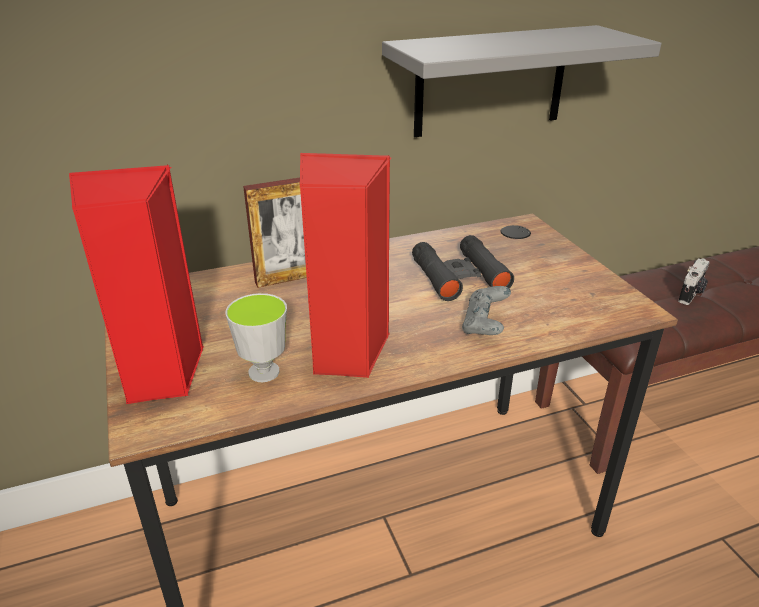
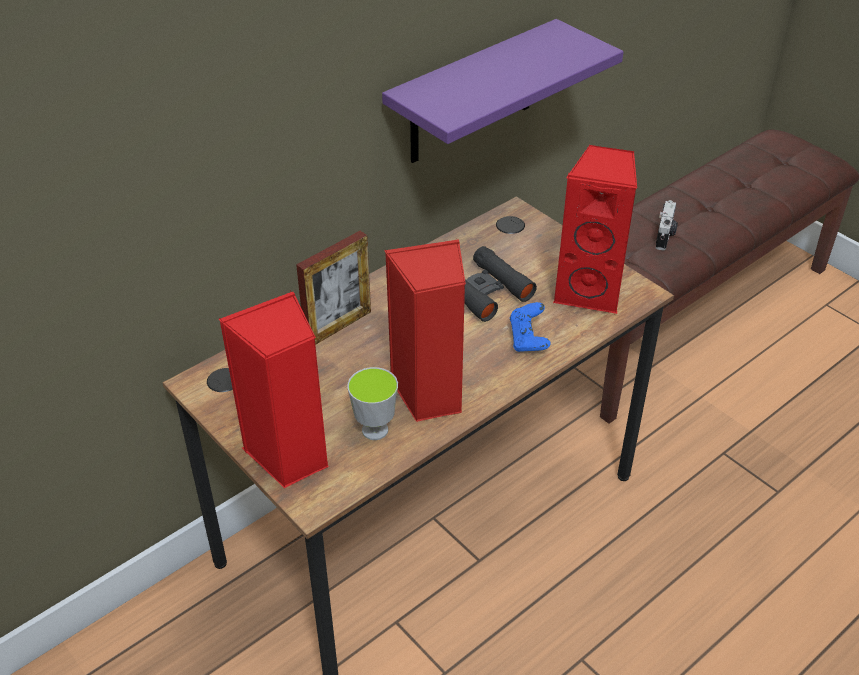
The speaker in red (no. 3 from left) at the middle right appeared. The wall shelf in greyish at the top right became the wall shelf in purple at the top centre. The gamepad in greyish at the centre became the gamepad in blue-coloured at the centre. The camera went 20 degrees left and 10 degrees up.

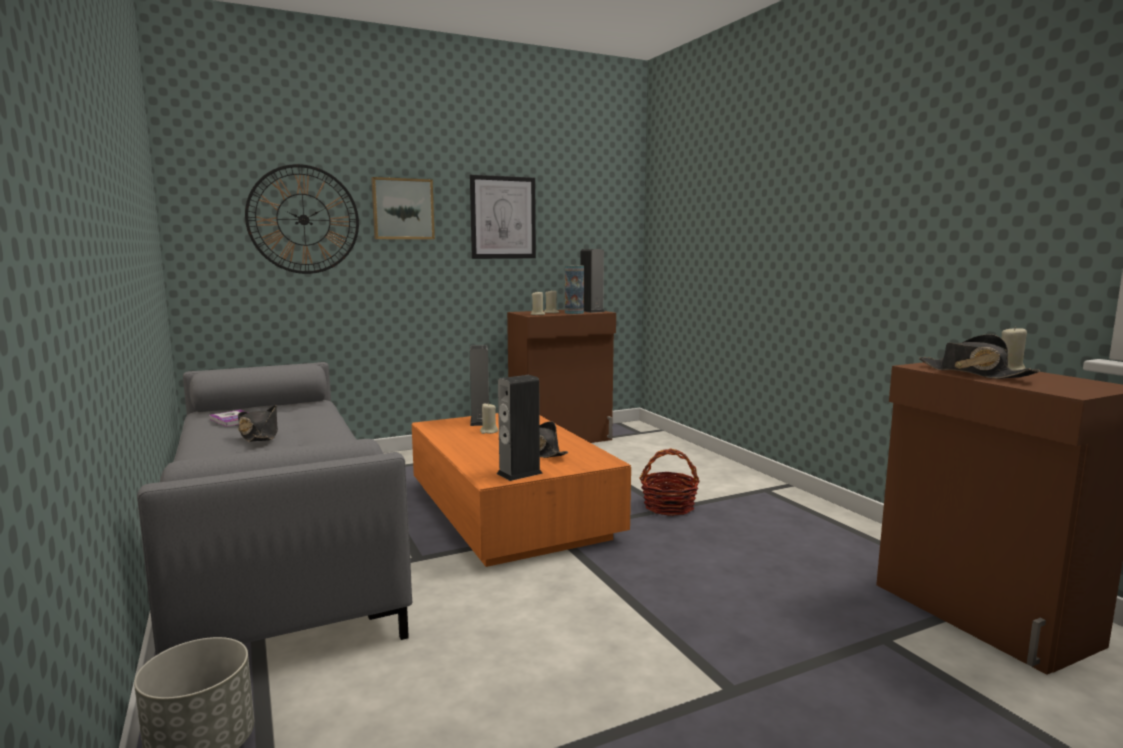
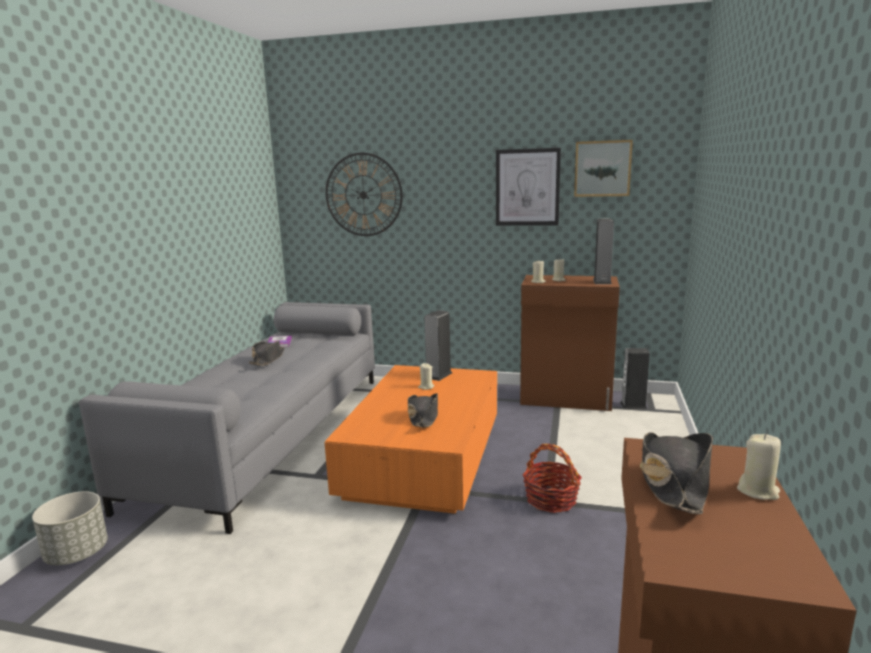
The vase at the centre disappeared. The picture (no. 1 from left in the first image) moved from the top centre to the top right. The speaker (no. 2 from left in the first image) moved from the centre to the middle right. The camera went 40 degrees right and 5 degrees up.

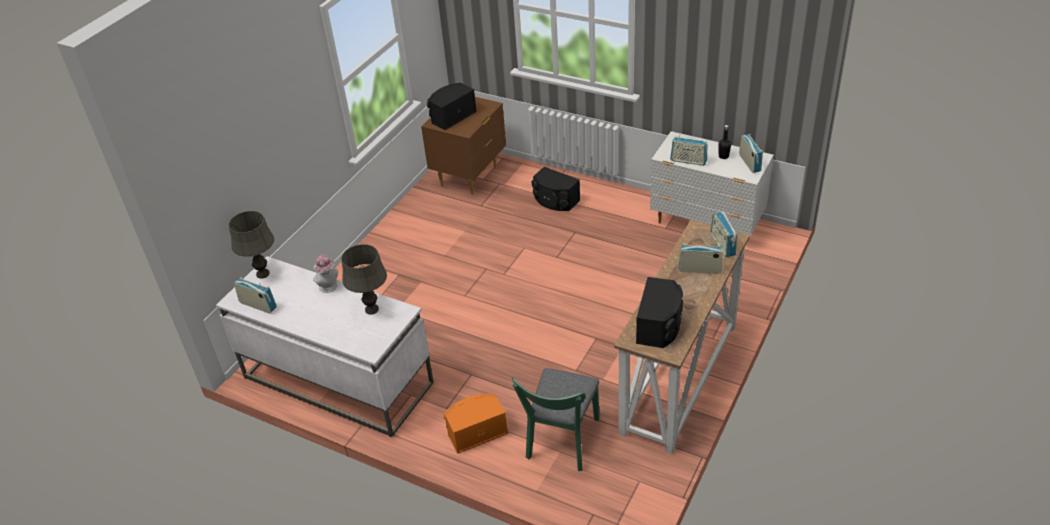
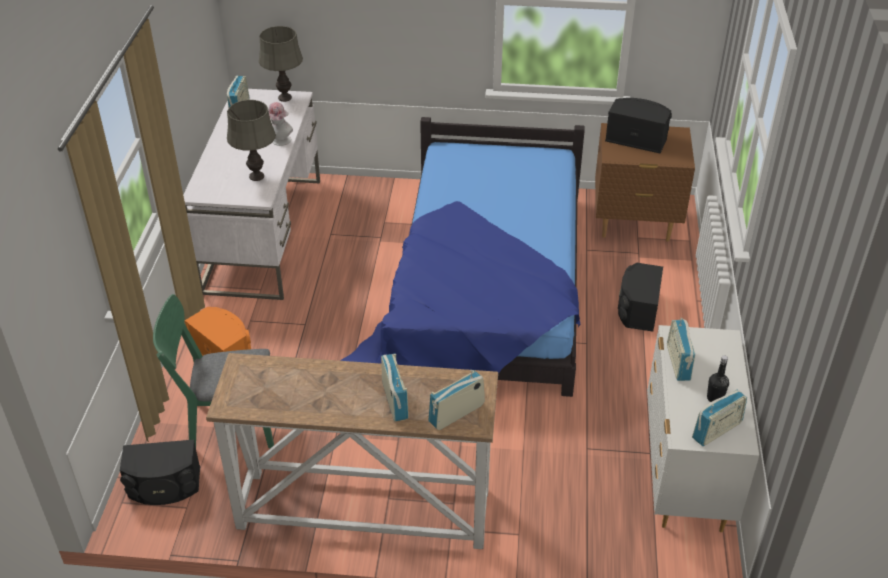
The bedroom bed at the centre appeared. The speaker in black-coloured (no. 3 from left in the first image) moved from the centre to the bottom left. The camera went 65 degrees right and 0 degrees up.

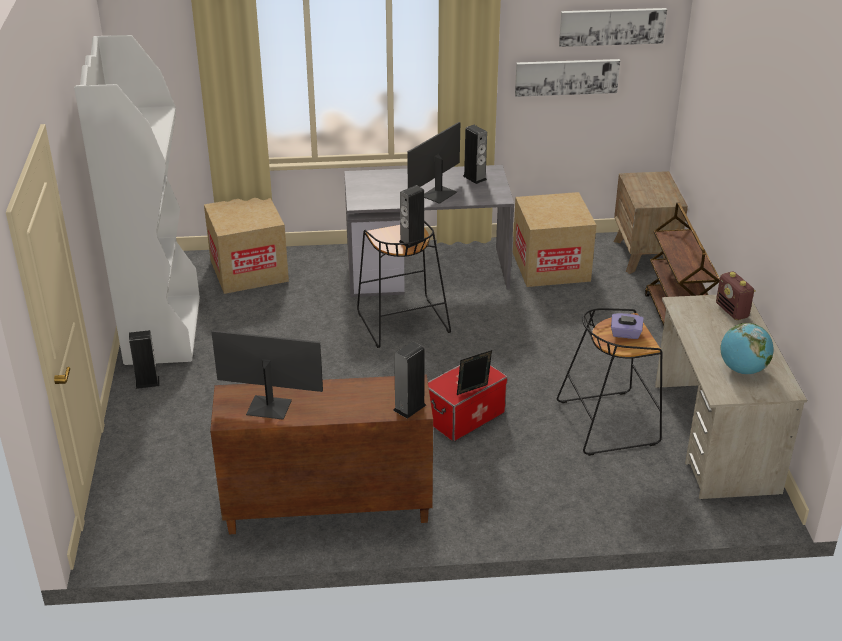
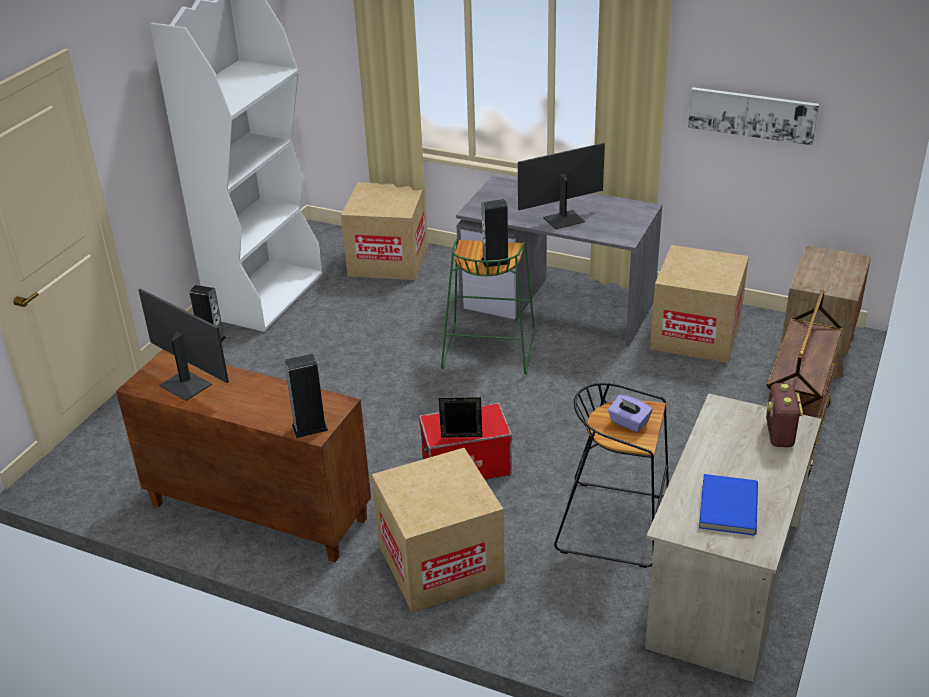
The speaker (no. 4 from left) at the top centre disappeared. The picture (no. 2 from left) at the top right disappeared. The packing box (no. 2 from left) at the bottom centre appeared. The desk globe at the middle right was replaced by the bound book in blue-coloured at the bottom right. The stool in black-coloured (no. 1 from left) at the centre became the stool in green at the centre. The camera went 30 degrees right and 0 degrees up.

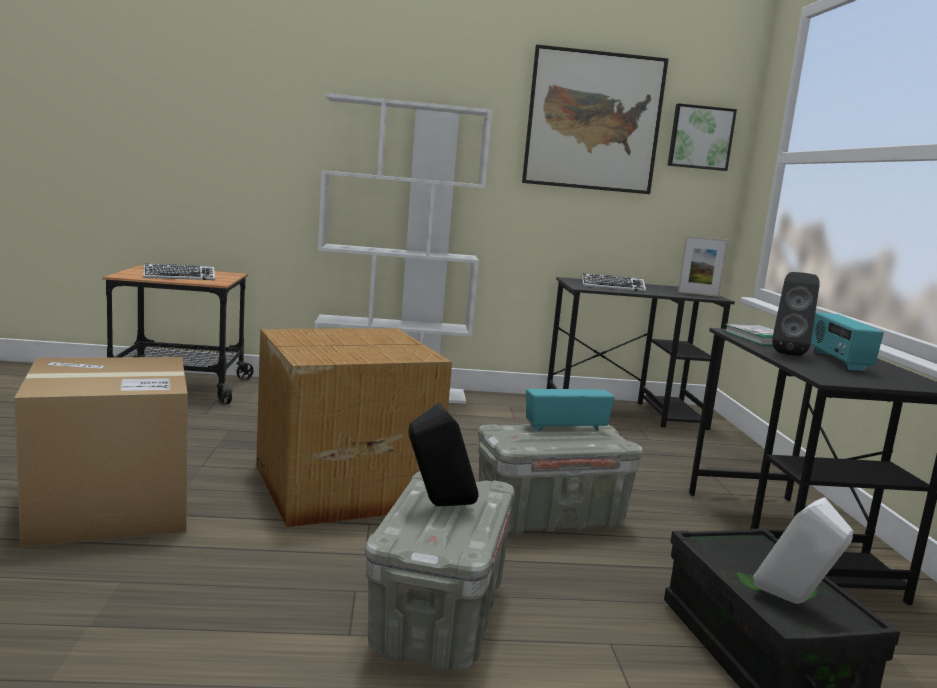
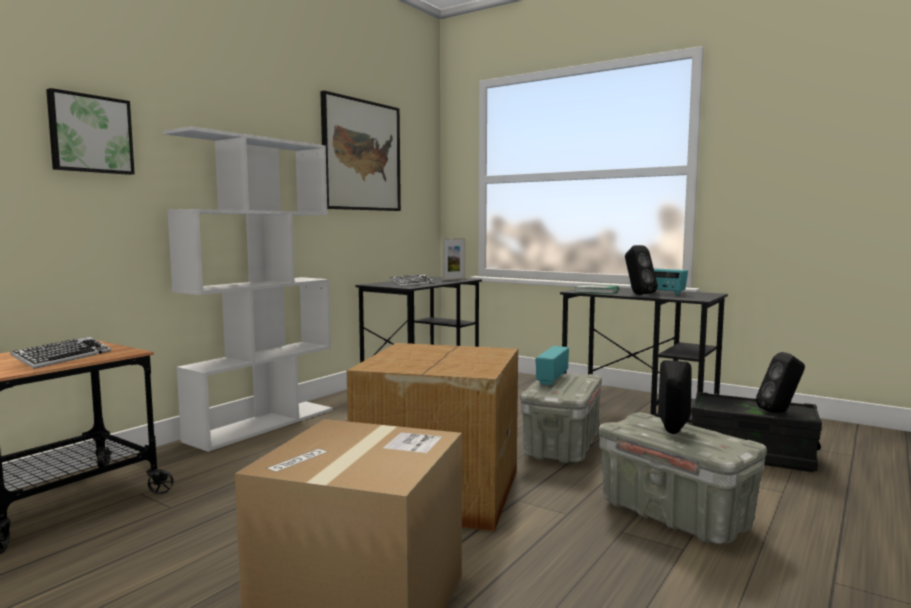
The picture (no. 2 from left in the first image) moved from the top right to the top left. The speaker in white at the bottom right became the speaker in black-coloured (no. 3 from left) at the middle right. The camera went 50 degrees left and 5 degrees down.

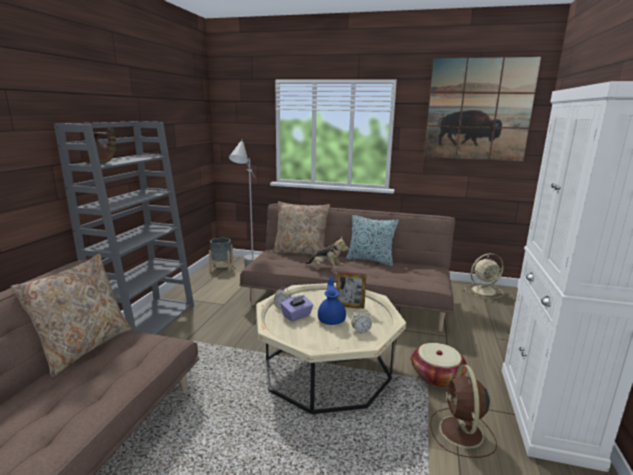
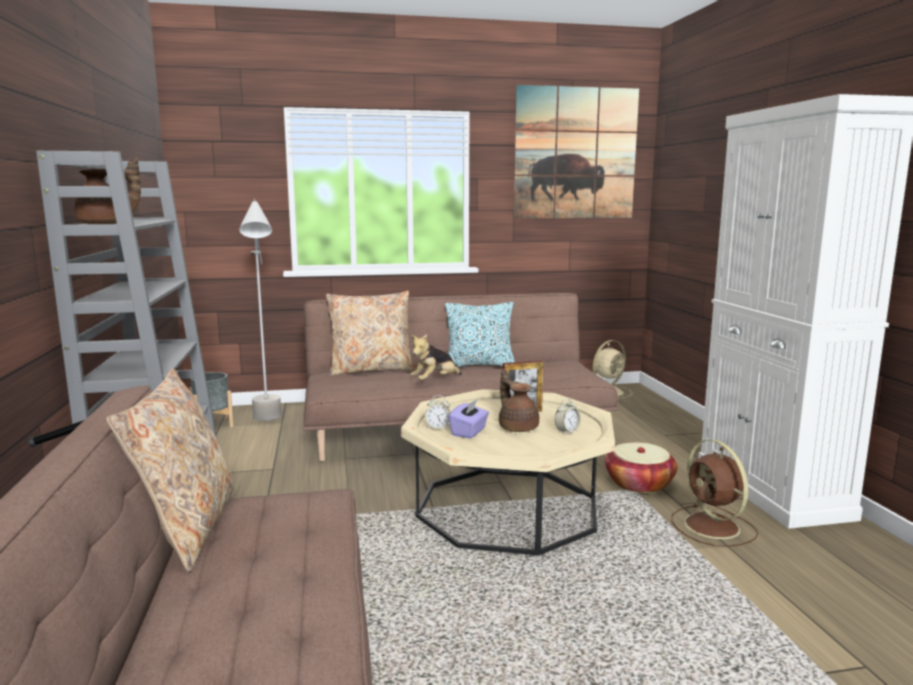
The teapot in blue-coloured at the centre became the teapot in brown-coloured (no. 2 from left) at the centre. The soft toy at the centre turned 135 degrees clockwise. The camera went 25 degrees left and 5 degrees down.

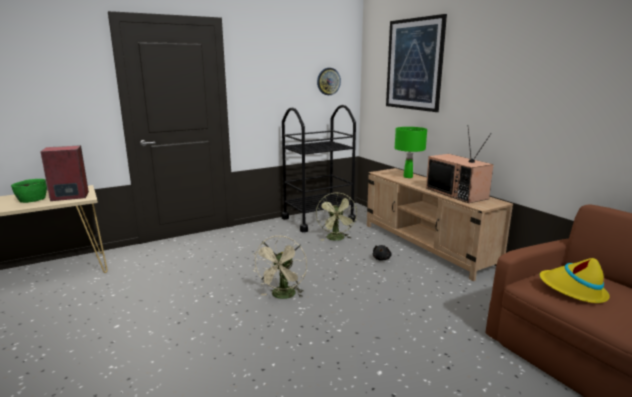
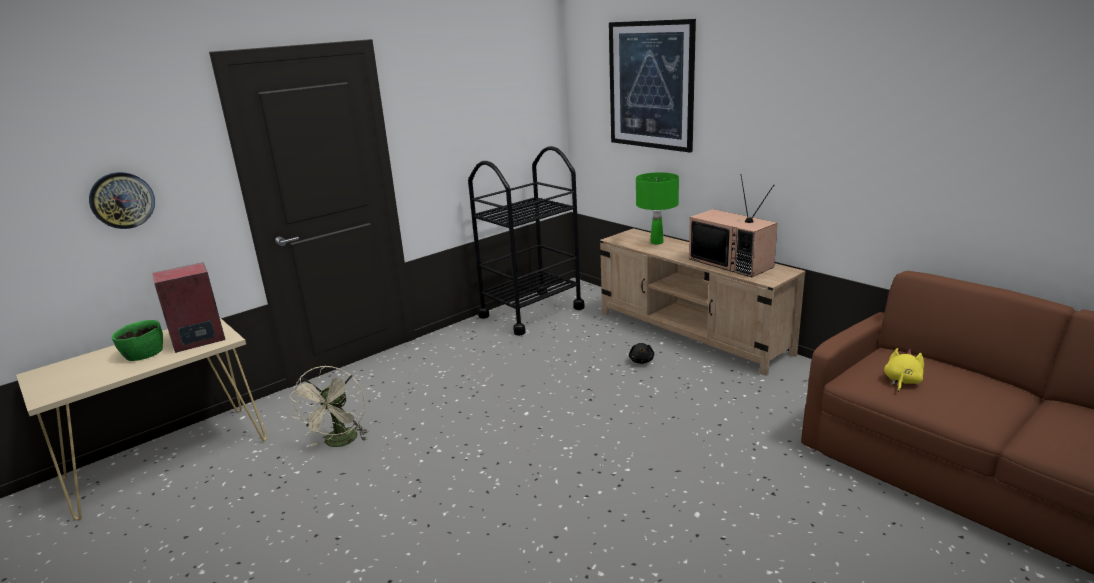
The fan in green at the centre disappeared. The fan in beige-coloured moved from the bottom centre to the bottom left. The wall clock moved from the top centre to the middle left. The hat in yellow at the bottom right was replaced by the soft toy in yellow at the middle right. The camera went 10 degrees left and 5 degrees up.

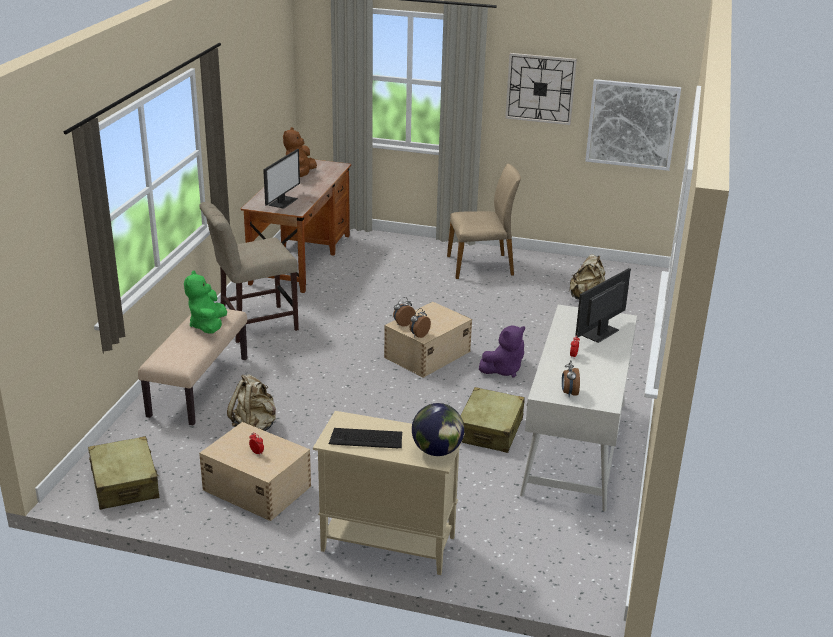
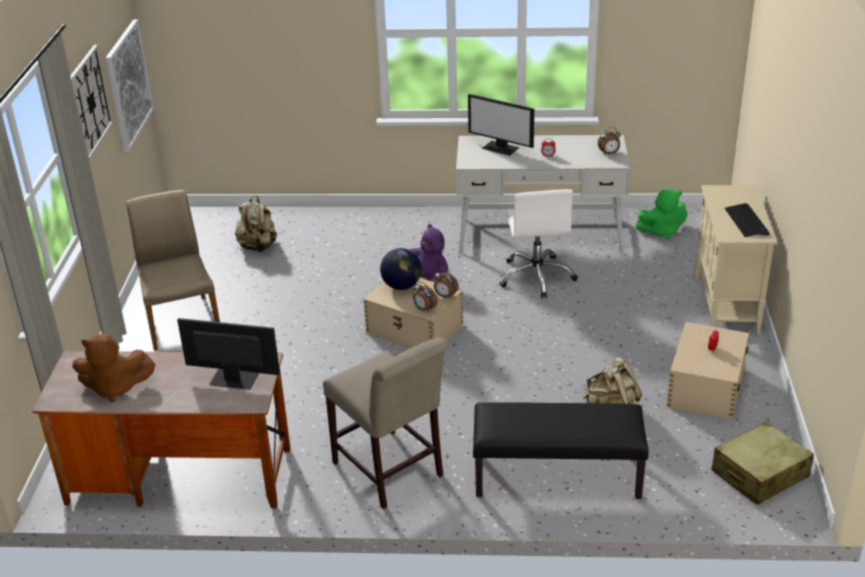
The soft toy in green moved from the middle left to the middle right. The desk globe moved from the bottom centre to the centre. The travel case in beige-coloured (no. 2 from left) at the centre was replaced by the office chair in white at the centre. The indoor bench in beige-coloured at the middle left became the indoor bench in black-coloured at the bottom centre. The camera went 100 degrees left and 5 degrees up.

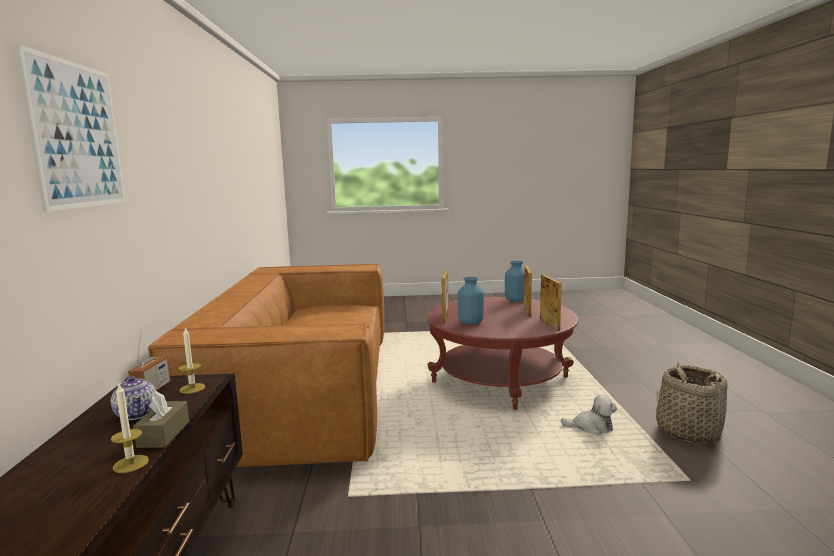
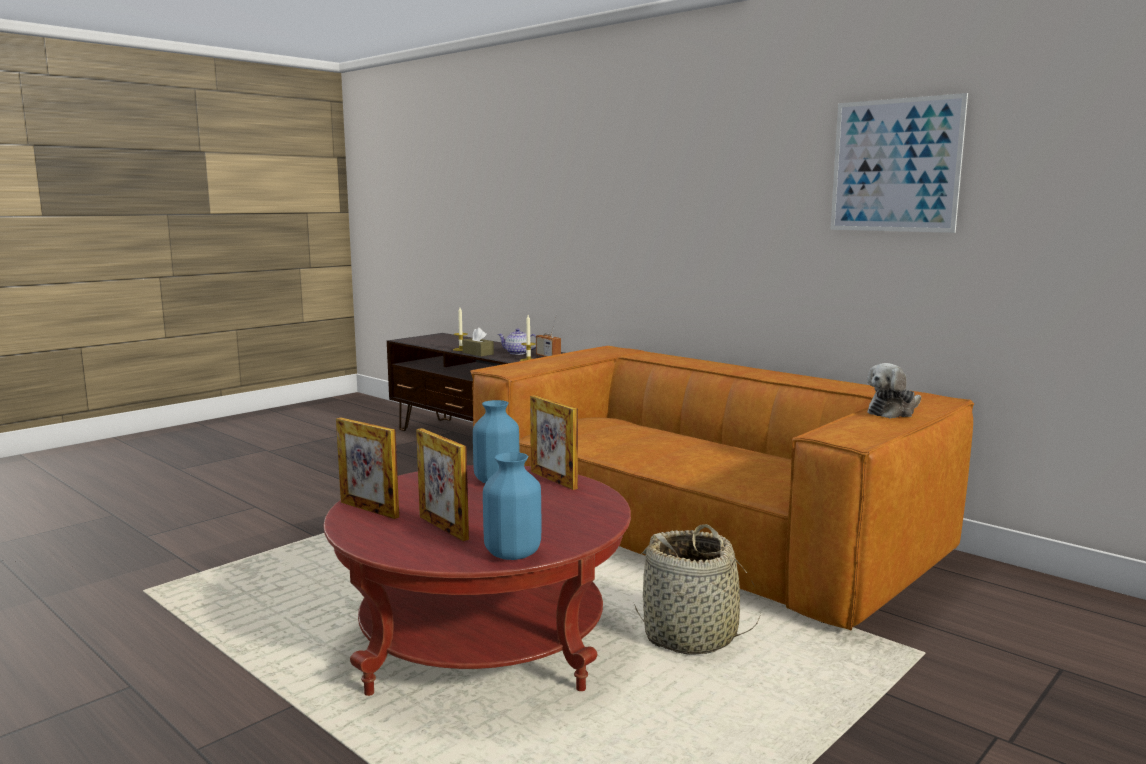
The picture moved from the top left to the top right. The soft toy moved from the bottom right to the middle right. The basket moved from the bottom right to the bottom centre. The camera went 135 degrees right and 0 degrees up.

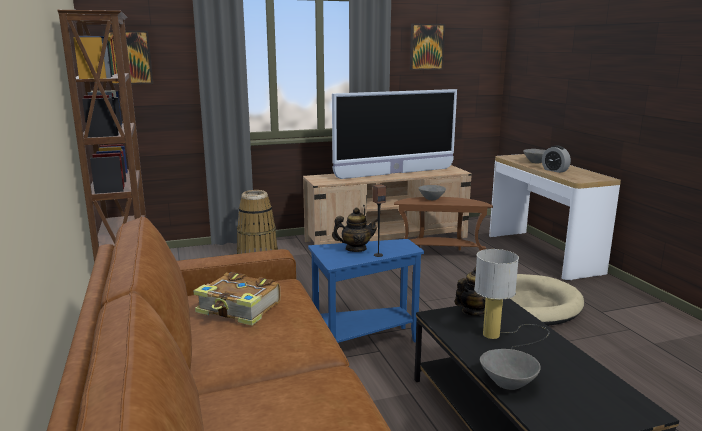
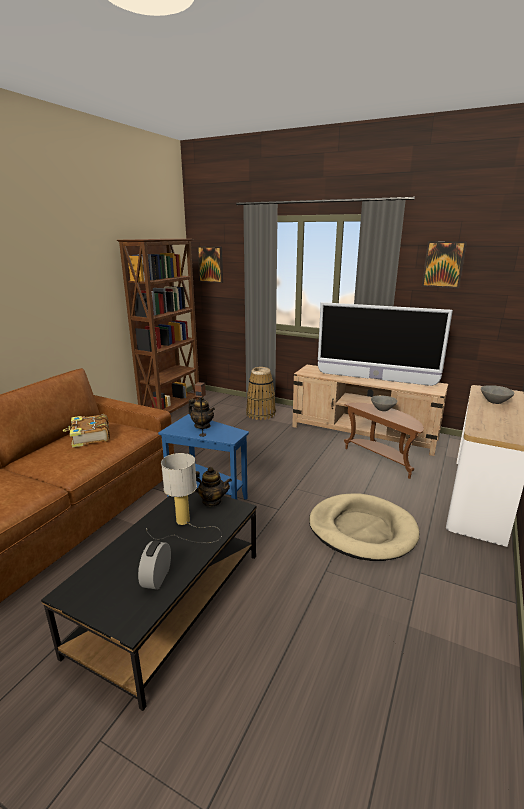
The deep dish in greyish (no. 2 from left) at the bottom right disappeared. The table clock moved from the middle right to the bottom left. The camera went 45 degrees right and 5 degrees up.

